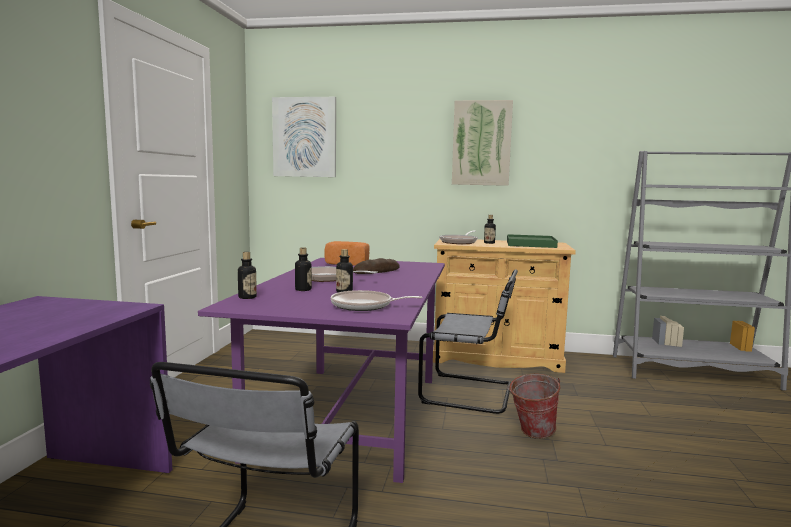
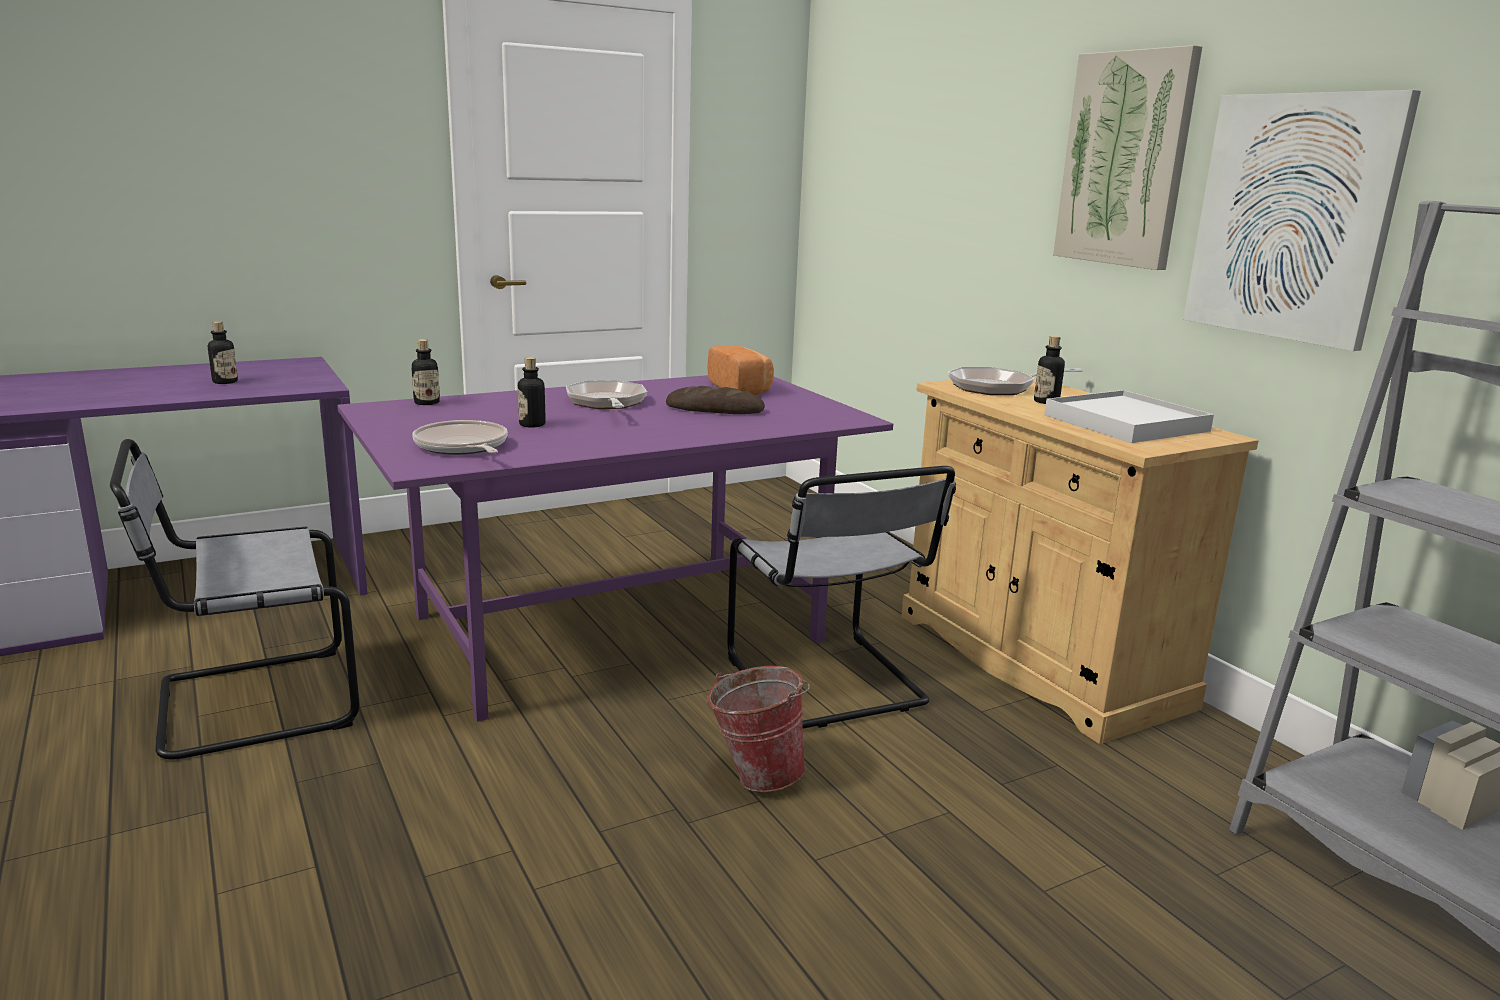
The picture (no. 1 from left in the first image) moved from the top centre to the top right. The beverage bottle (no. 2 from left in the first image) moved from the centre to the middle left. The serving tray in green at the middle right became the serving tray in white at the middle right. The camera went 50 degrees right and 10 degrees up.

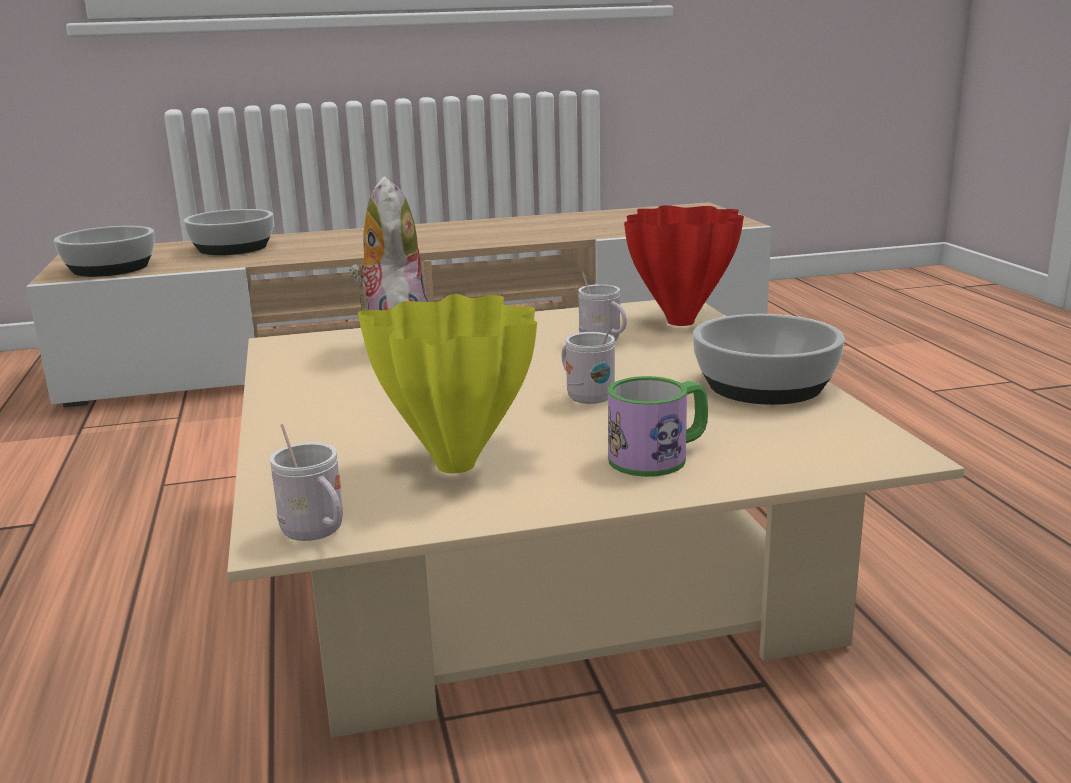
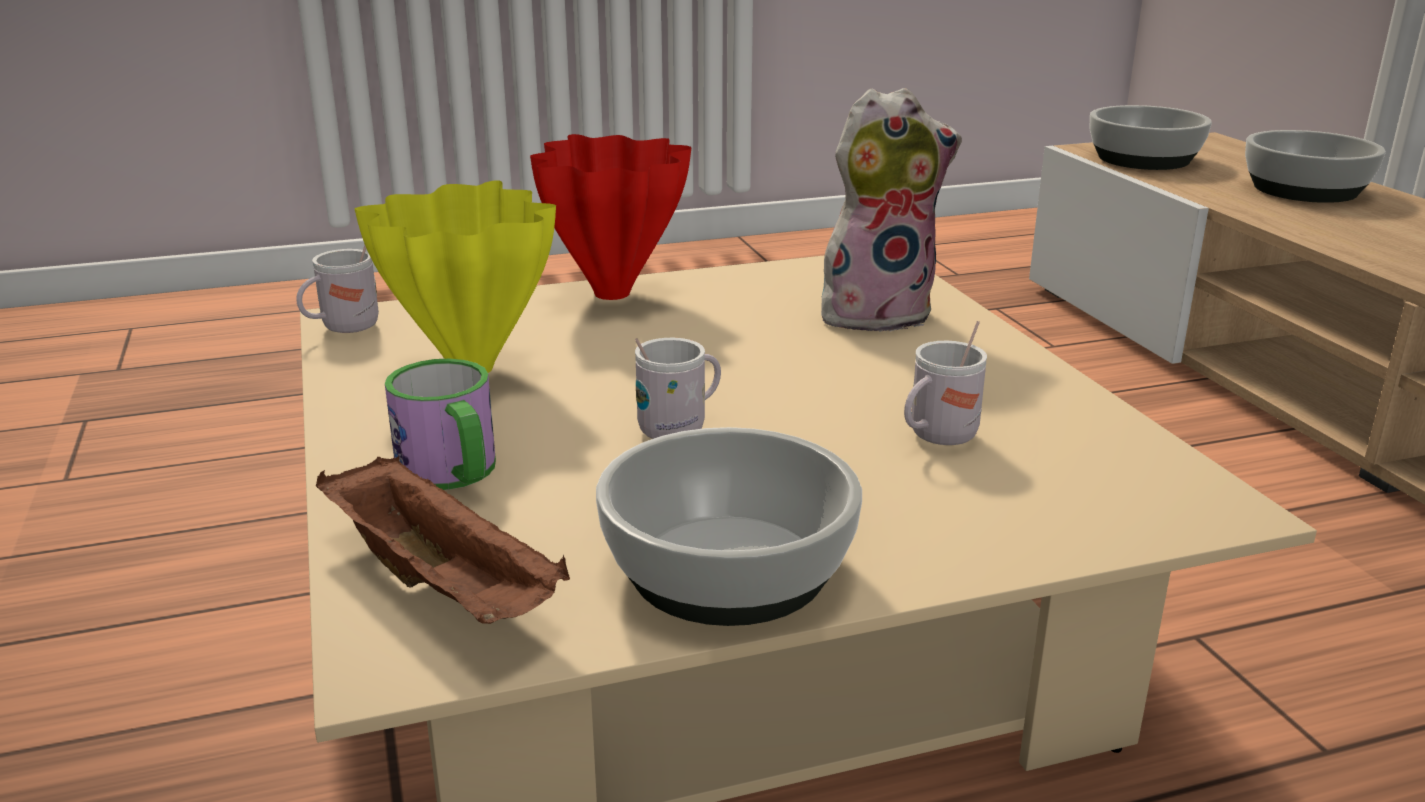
The serving tray in brown-coloured at the bottom left appeared. The vase in red moved from the centre to the top centre. The camera went 85 degrees right and 5 degrees up.

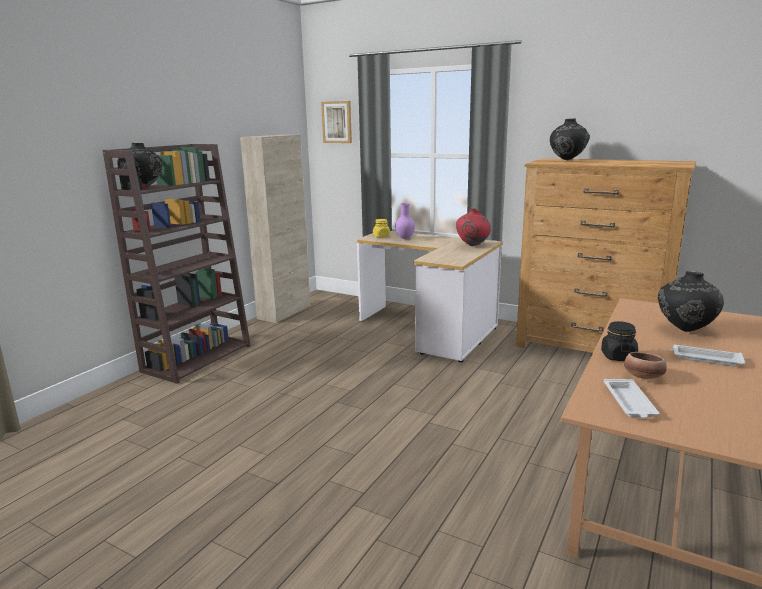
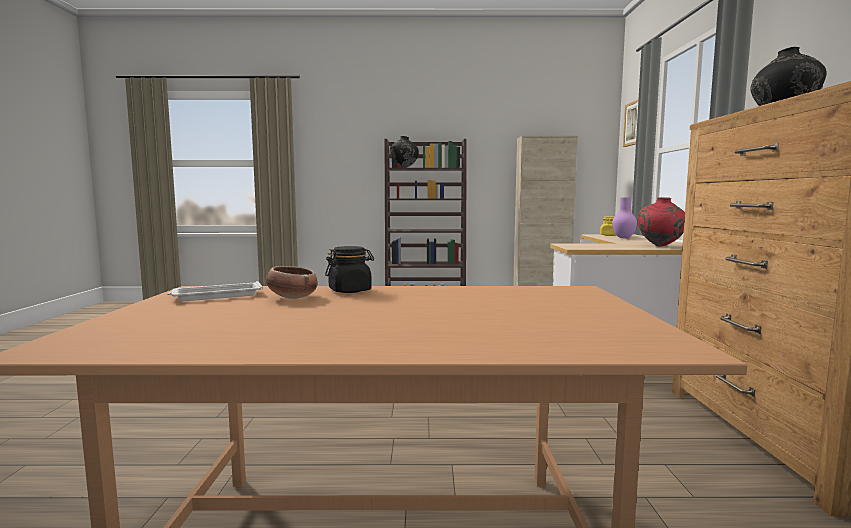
The vase in black-coloured (no. 3 from left) at the middle right disappeared. The serving tray in white (no. 2 from left) at the middle right disappeared. The camera went 60 degrees right and 10 degrees down.

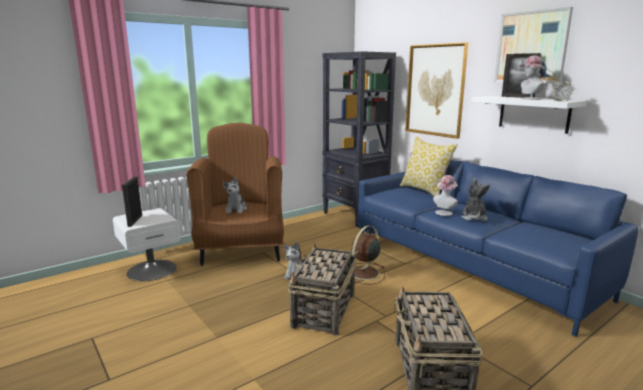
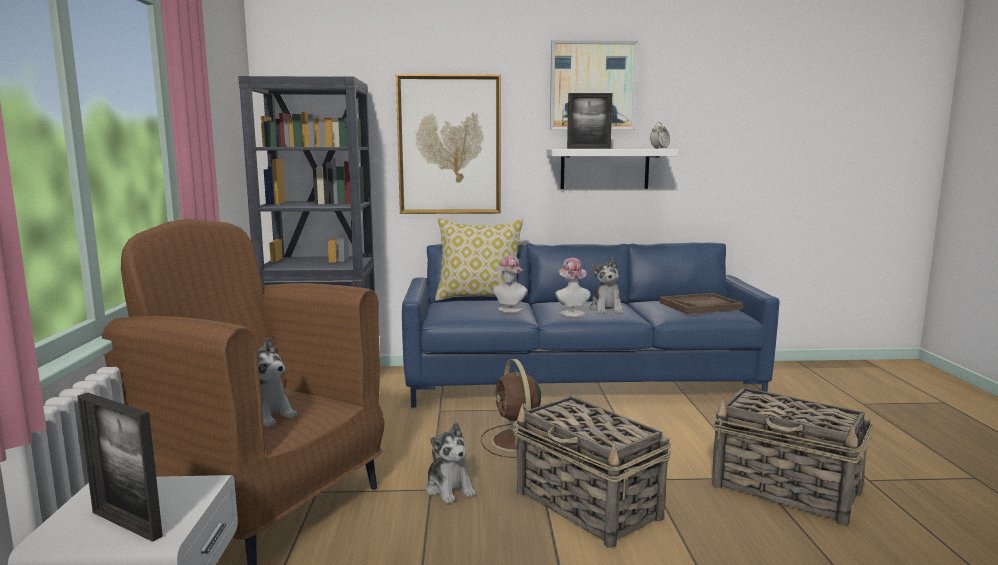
The serving tray in brown-coloured at the middle right appeared. The hat (no. 2 from left in the first image) moved from the top right to the centre. The soft toy (no. 3 from left) at the middle right turned 135 degrees counterclockwise. The camera went 55 degrees left and 5 degrees down.

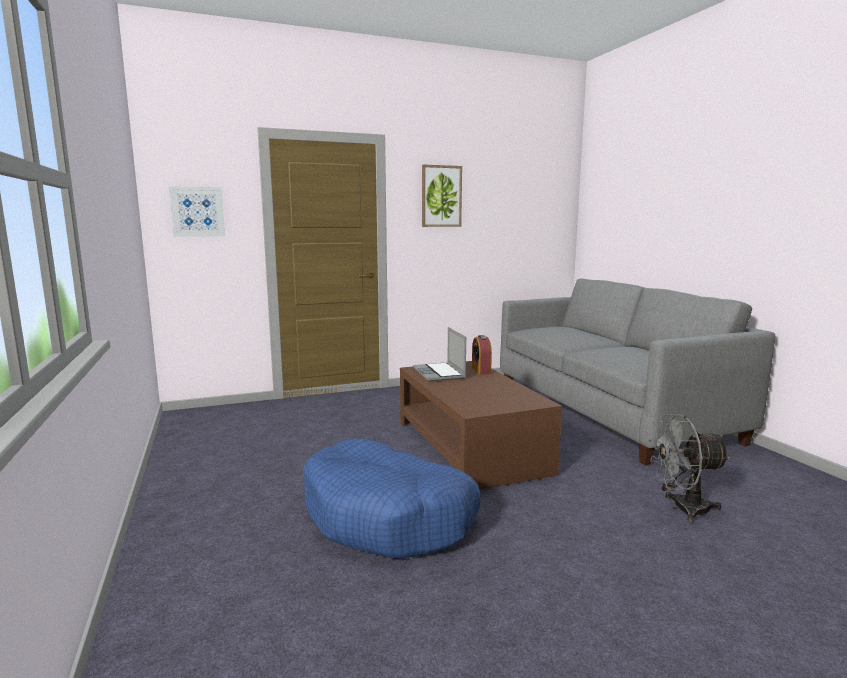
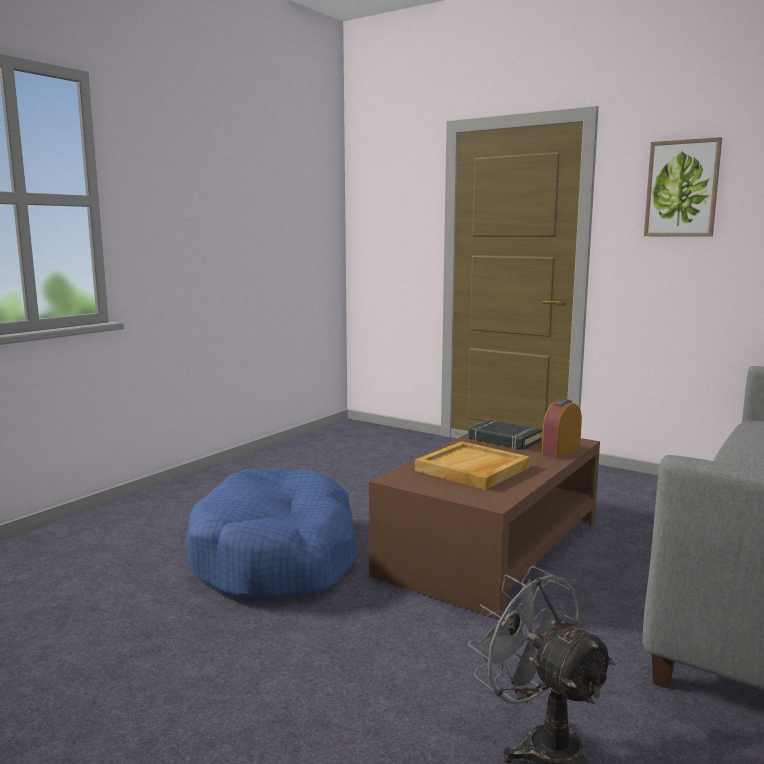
The picture (no. 1 from left) at the top left disappeared. The serving tray in beige-coloured at the centre appeared. The portable computer at the centre was replaced by the bound book in black-coloured at the centre. The camera went 55 degrees right and 0 degrees up.

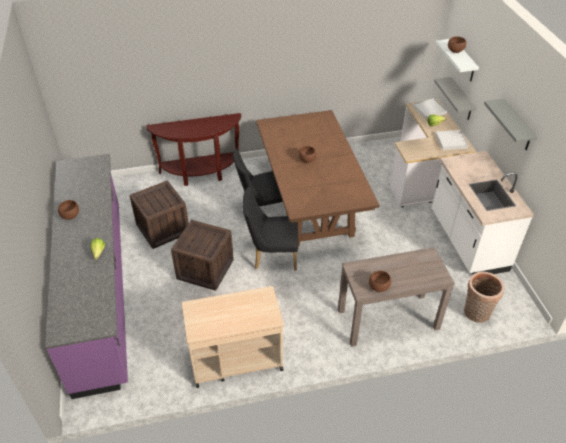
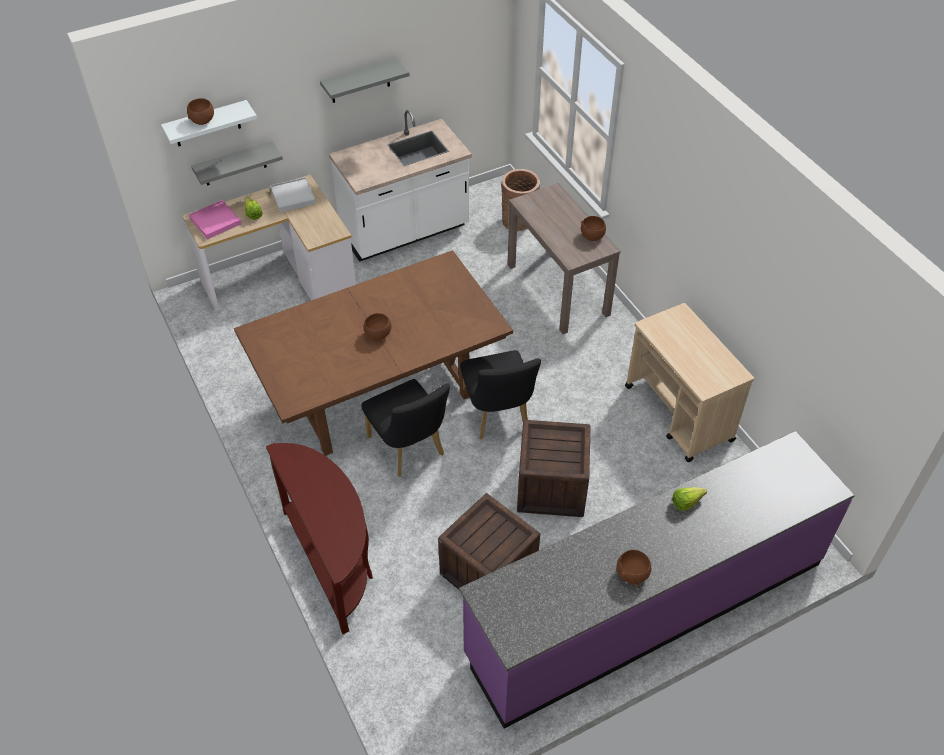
The serving tray in white (no. 1 from left) at the top right became the serving tray in pink-coloured at the top left. The camera went 105 degrees left and 5 degrees up.

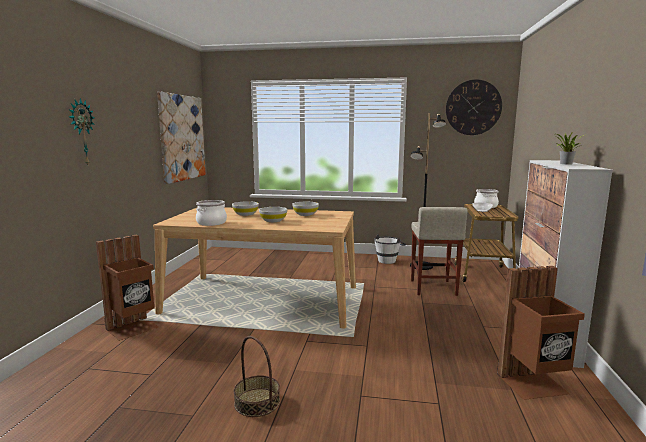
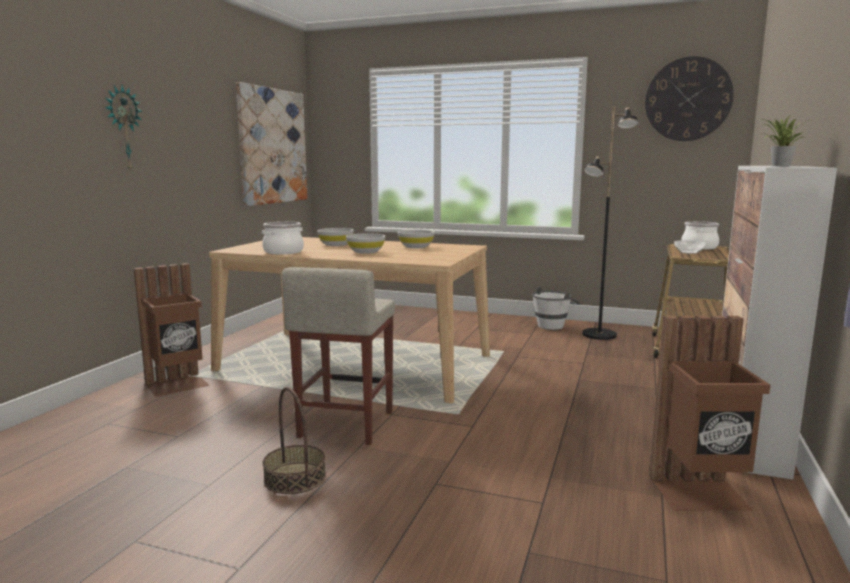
The stool in beige-coloured moved from the middle right to the centre. The camera went 10 degrees right and 0 degrees up.

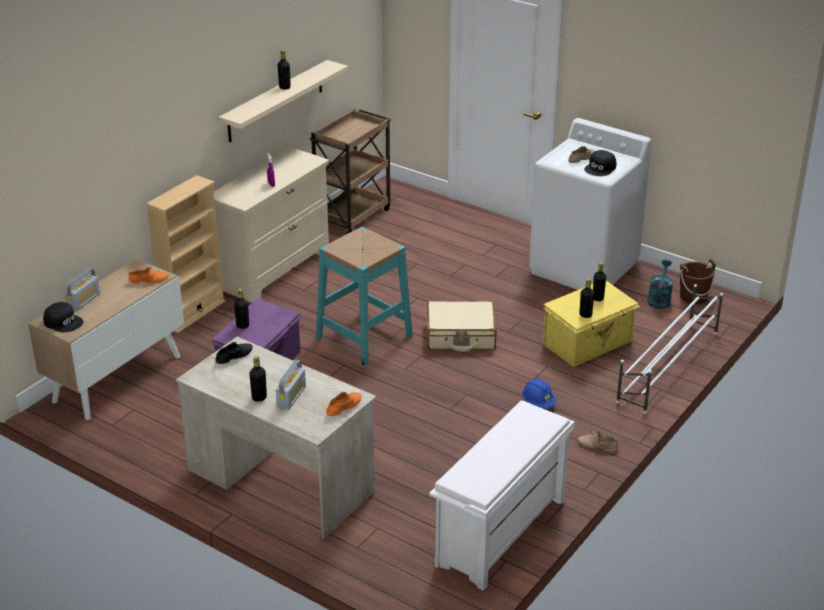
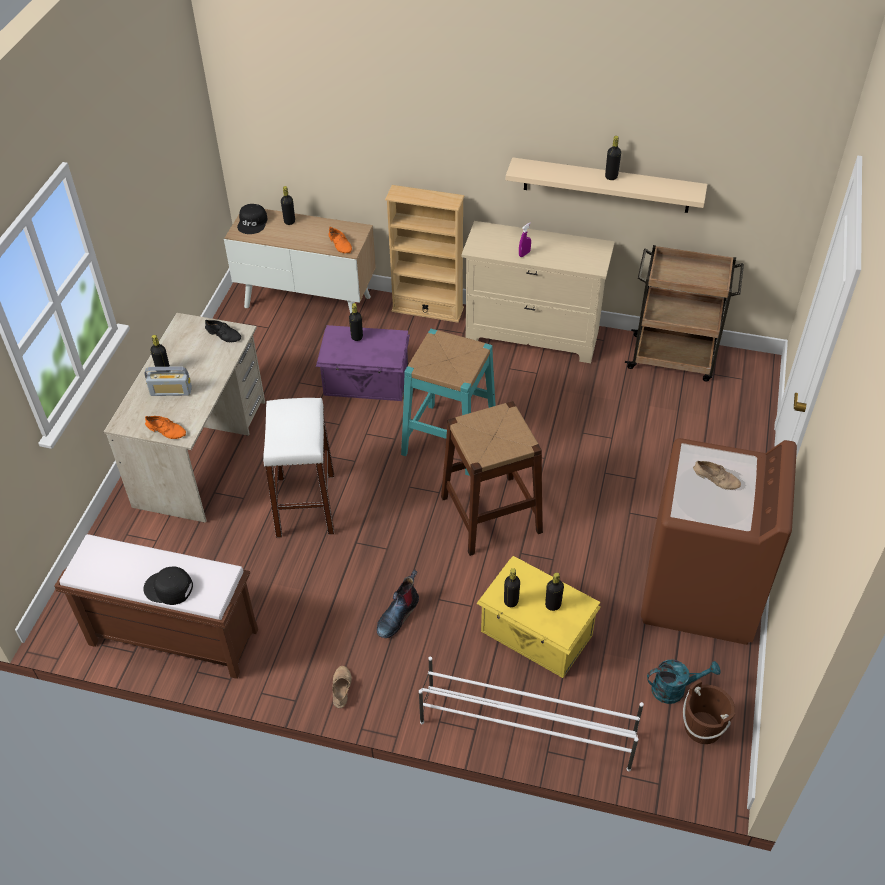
The stool in white at the centre appeared. The peaked cap in black-coloured (no. 2 from left in the first image) moved from the top right to the middle left. The radio receiver (no. 1 from left) at the middle left was replaced by the beverage bottle in black-coloured (no. 2 from left) at the top left. The travel case in beige-coloured at the centre was replaced by the stool in brown-coloured at the centre. The work helmet in blue-coloured at the centre was replaced by the high-top boot at the bottom centre. The indoor bench in white at the bottom centre became the indoor bench in brown-coloured at the bottom left. The laundry machine in white at the middle right became the laundry machine in brown-coloured at the middle right. The camera went 70 degrees right and 15 degrees up.

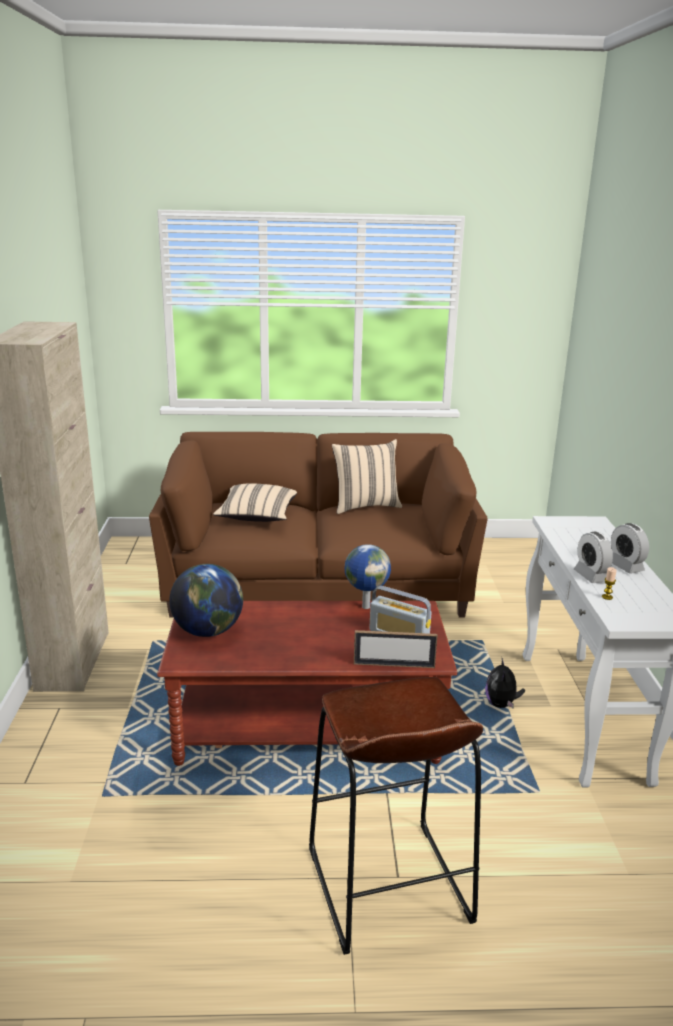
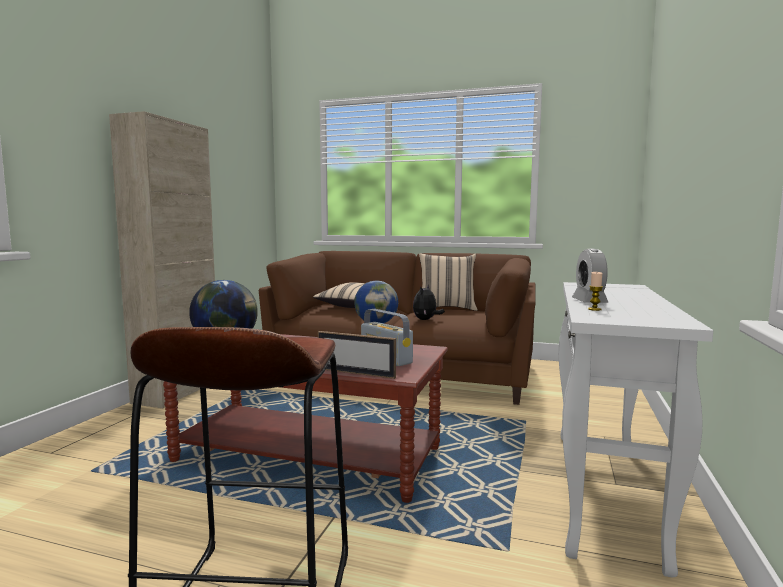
The table clock (no. 2 from left) at the middle right disappeared. The soft toy moved from the middle right to the centre. The camera went 20 degrees right and 15 degrees down.

